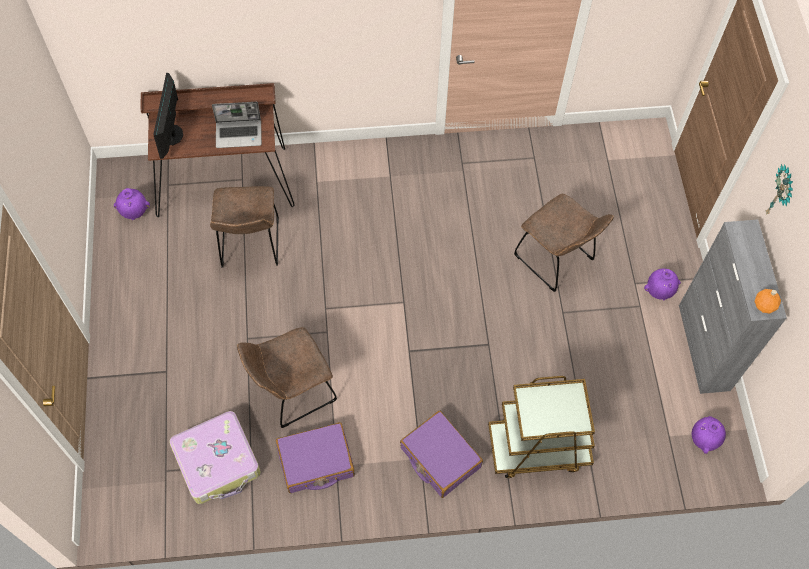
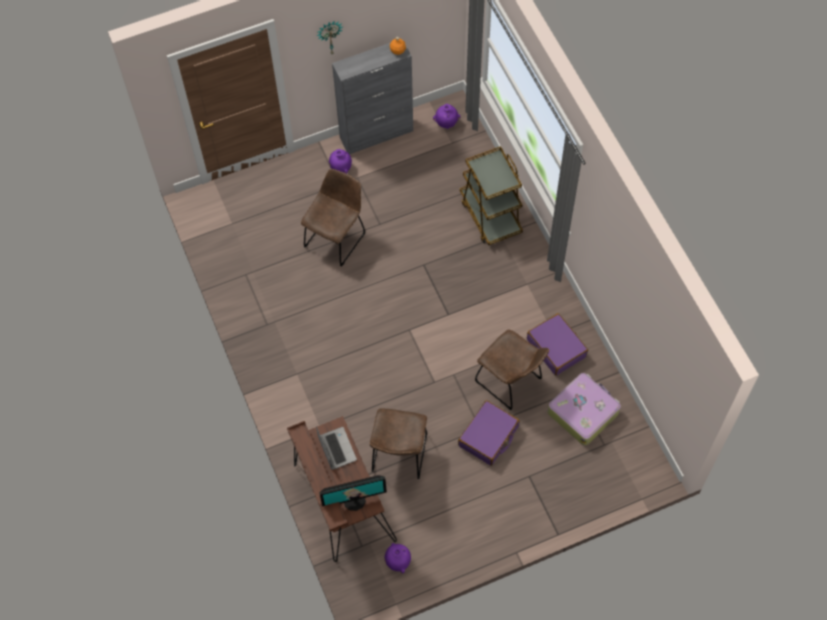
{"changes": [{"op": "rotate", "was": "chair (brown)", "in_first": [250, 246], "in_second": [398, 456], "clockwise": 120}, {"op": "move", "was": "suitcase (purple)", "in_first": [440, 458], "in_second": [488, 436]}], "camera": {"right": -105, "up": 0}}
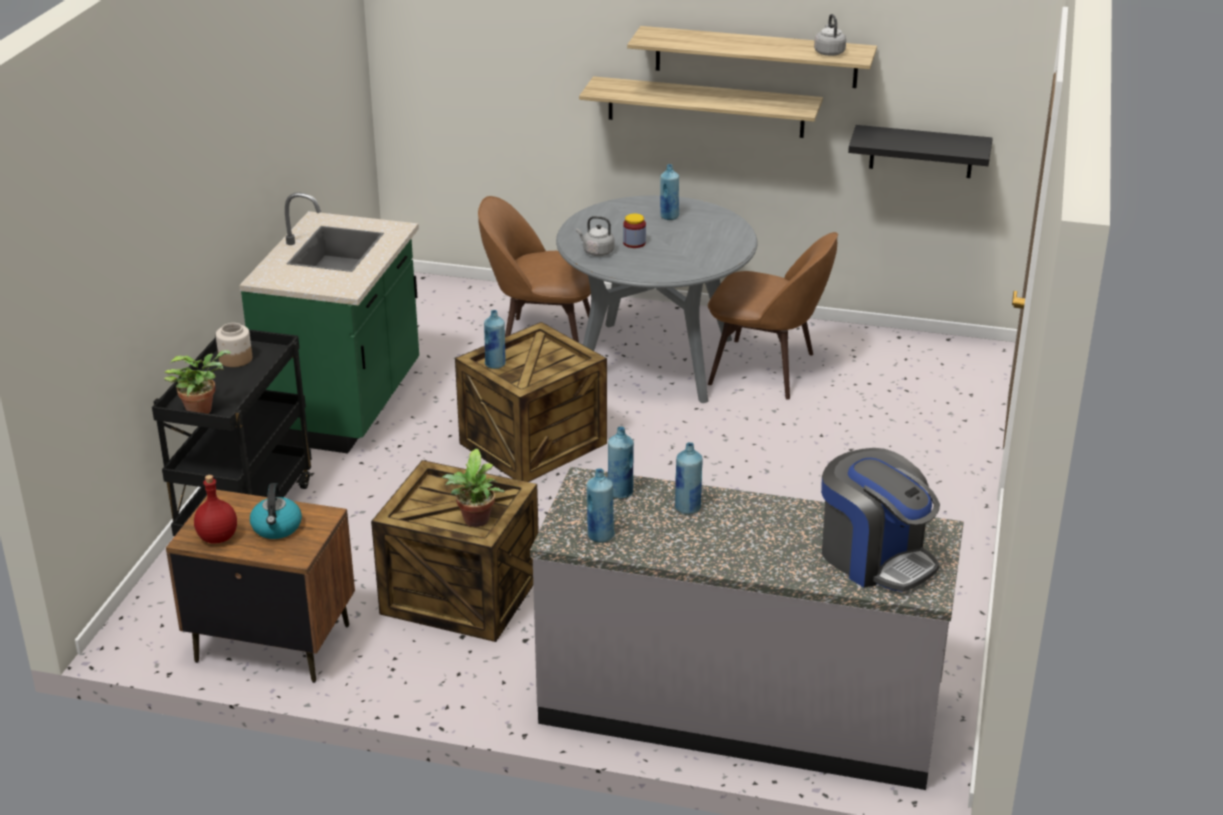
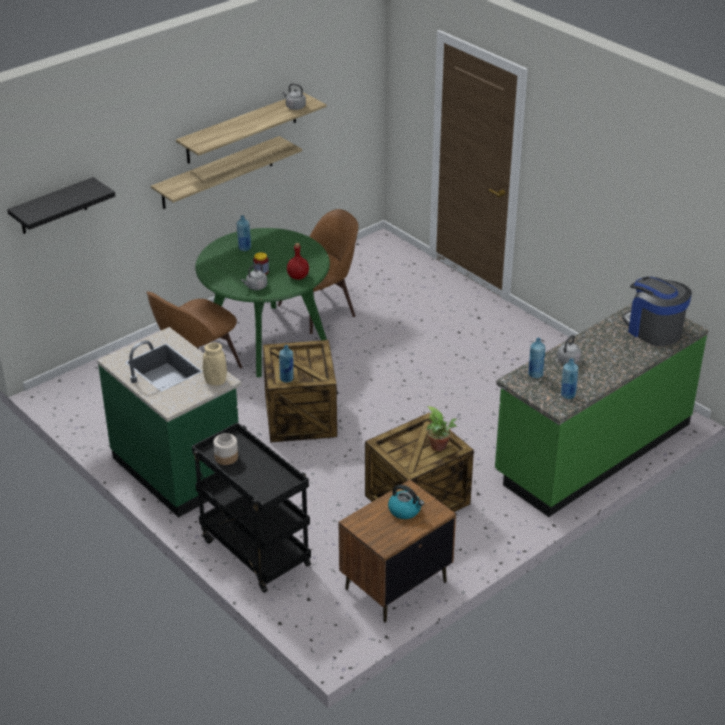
{"changes": [{"op": "move", "was": "shelf (black)", "in_first": [921, 151], "in_second": [53, 206]}, {"op": "recolor", "was": "dining table (grey)", "now": "dining table (green)", "in_first": [654, 361], "in_second": [266, 340]}, {"op": "insert", "now": "vase (beige)", "in_second": [215, 381]}, {"op": "move", "was": "bottle (red)", "in_first": [217, 538], "in_second": [298, 277]}, {"op": "recolor", "was": "counter (grey)", "now": "counter (green)", "in_first": [740, 709], "in_second": [592, 449]}, {"op": "replace", "was": "bottle (blue)", "now": "kettle (grey)", "in_first": [687, 508], "in_second": [567, 361]}, {"op": "rotate", "was": "coffee machine", "in_first": [875, 558], "in_second": [653, 330], "clockwise": -120}, {"op": "delete", "was": "potted plant", "in_first": [202, 409]}], "camera": {"right": -55, "up": 5}}
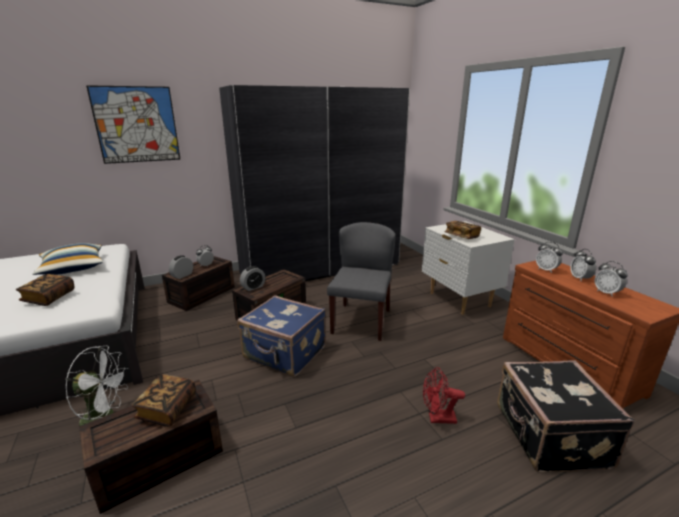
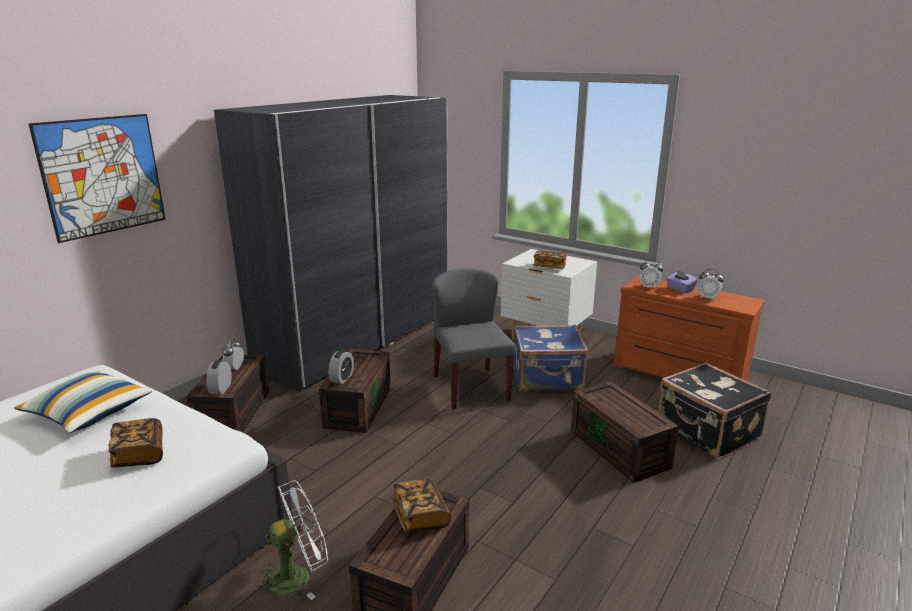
{"changes": [{"op": "move", "was": "suitcase (blue)", "in_first": [284, 354], "in_second": [547, 379]}, {"op": "replace", "was": "fan (red)", "now": "storage box (brown)", "in_first": [437, 418], "in_second": [621, 449]}, {"op": "replace", "was": "alarm clock", "now": "tissue box (purple)", "in_first": [580, 278], "in_second": [680, 289]}], "camera": {"right": -30, "up": 0}}
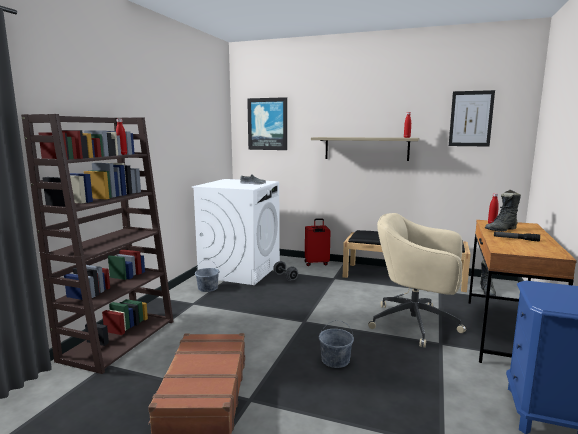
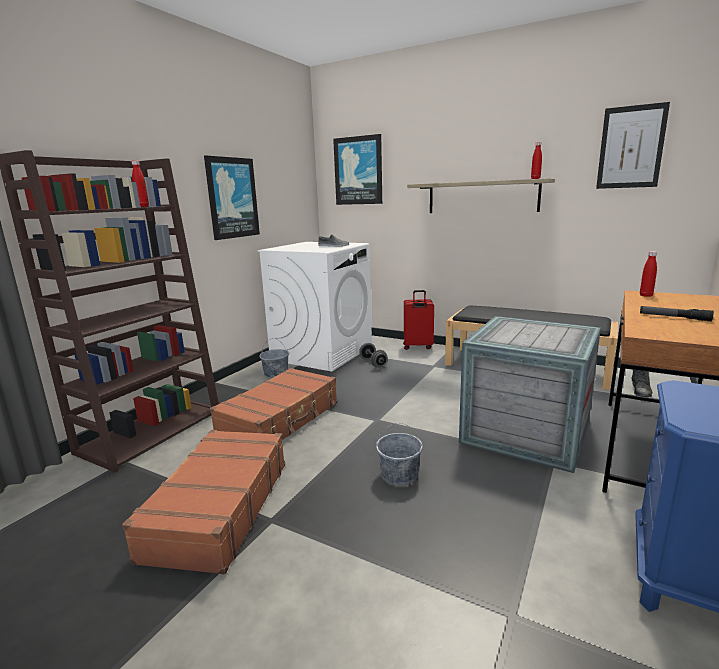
{"changes": [{"op": "insert", "now": "picture", "in_second": [232, 198]}, {"op": "insert", "now": "suitcase (brown)", "in_second": [280, 419]}, {"op": "replace", "was": "office chair (beige)", "now": "crate", "in_first": [417, 324], "in_second": [526, 431]}, {"op": "delete", "was": "boot (black)", "in_first": [502, 229]}], "camera": {"right": 10, "up": 5}}
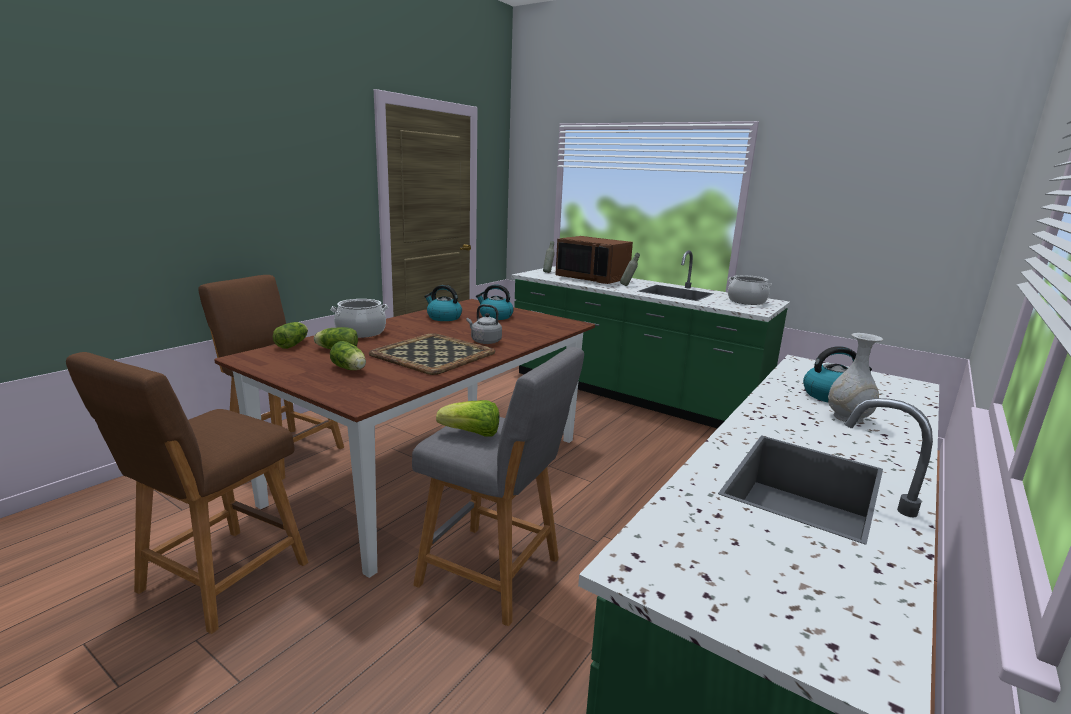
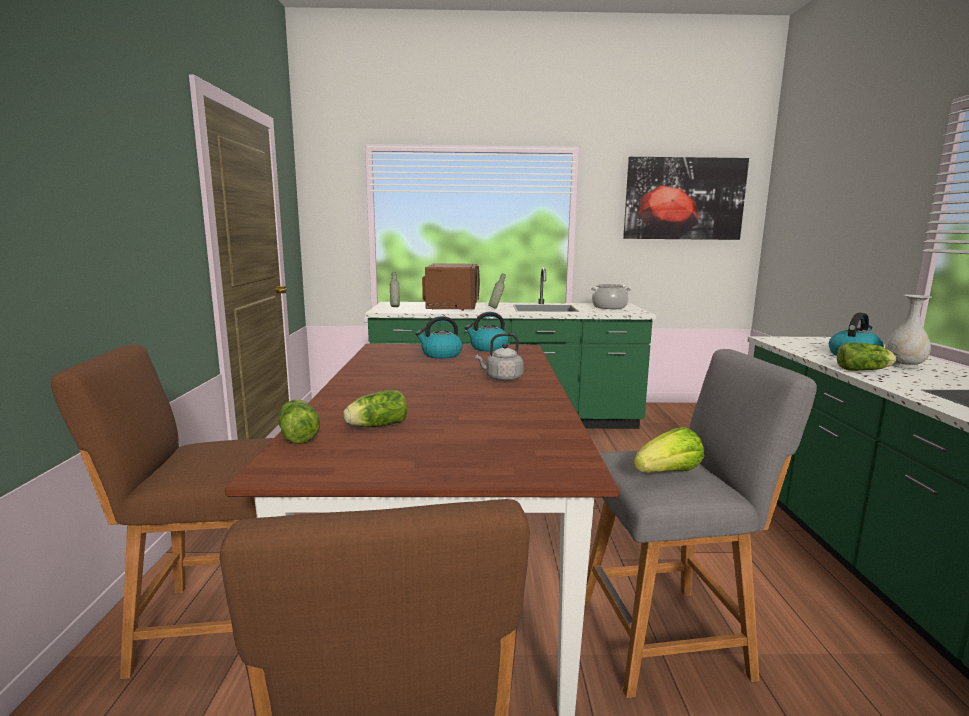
{"changes": [{"op": "rotate", "was": "microwave (brown)", "in_first": [593, 278], "in_second": [451, 306], "clockwise": -90}, {"op": "move", "was": "kettle", "in_first": [443, 317], "in_second": [488, 348]}, {"op": "insert", "now": "picture", "in_second": [684, 199]}, {"op": "move", "was": "lettuce", "in_first": [350, 369], "in_second": [864, 370]}, {"op": "delete", "was": "cooking pot", "in_first": [361, 332]}, {"op": "delete", "was": "tray", "in_first": [433, 353]}], "camera": {"right": -35, "up": -5}}
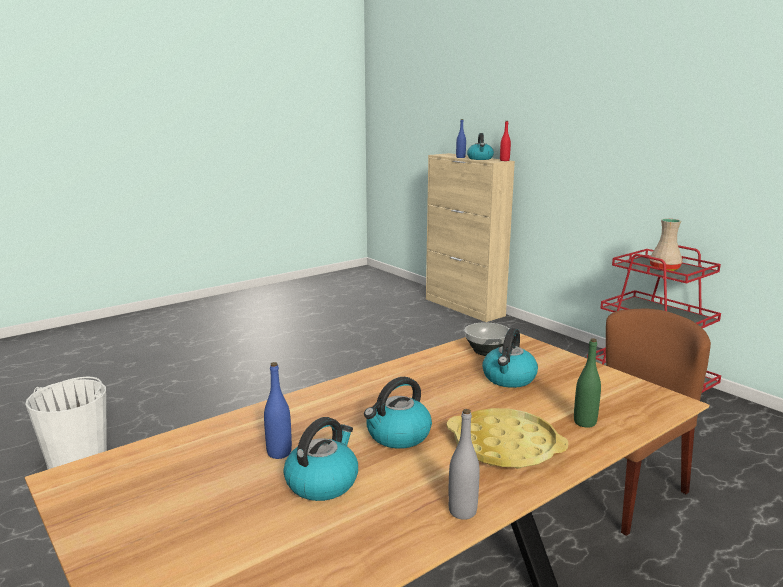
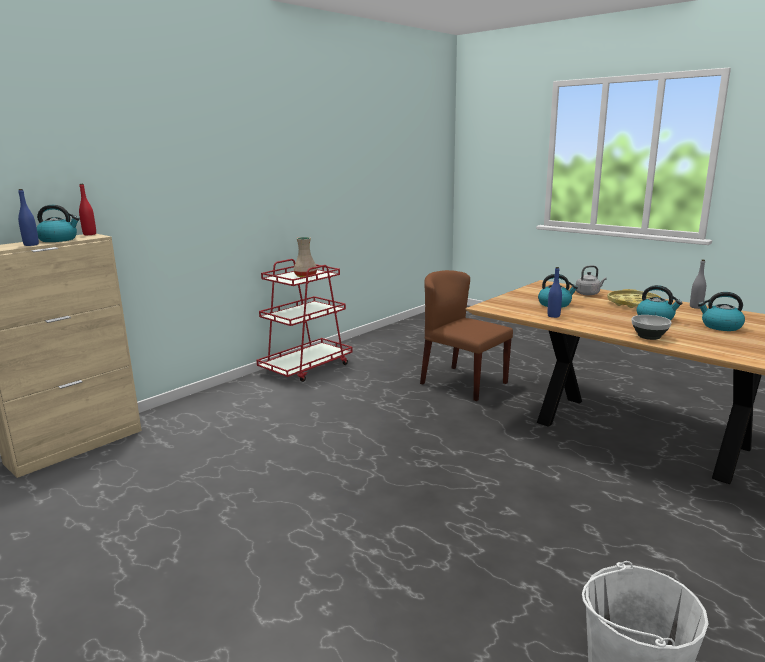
{"changes": [{"op": "move", "was": "bottle (blue)", "in_first": [279, 453], "in_second": [553, 316]}, {"op": "replace", "was": "bottle (green)", "now": "kettle (grey)", "in_first": [585, 422], "in_second": [588, 294]}, {"op": "move", "was": "bowl", "in_first": [487, 351], "in_second": [648, 336]}], "camera": {"right": -100, "up": 0}}
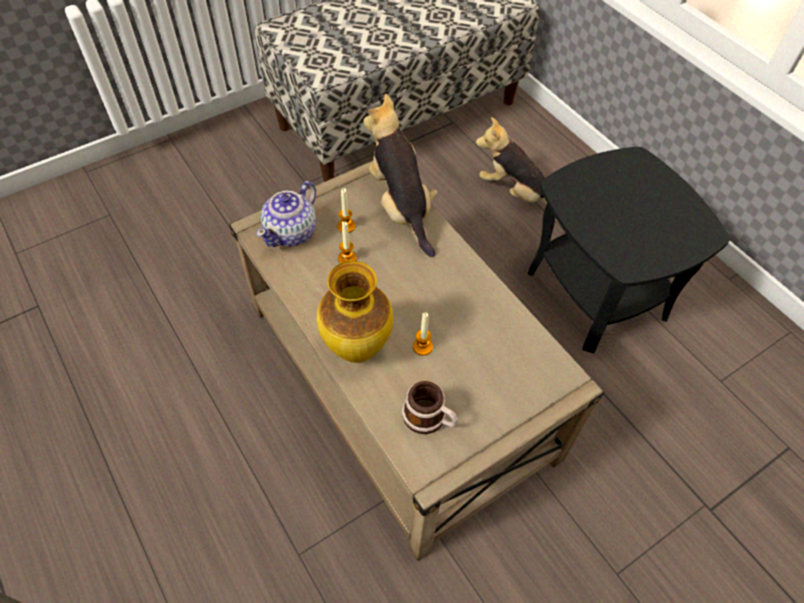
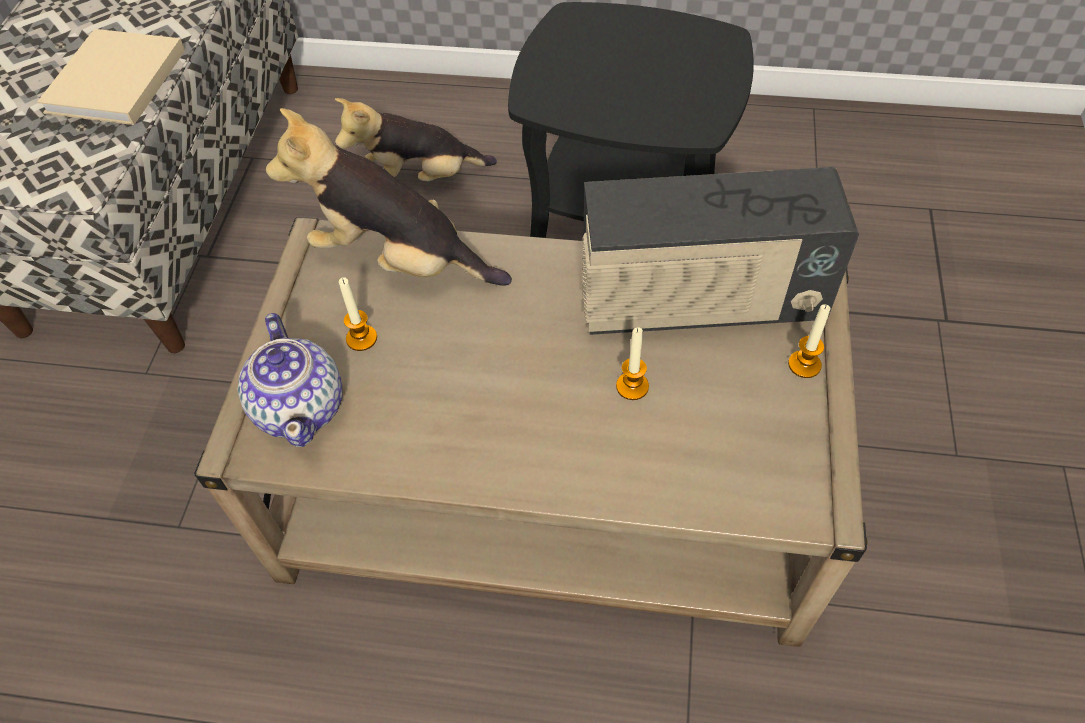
{"changes": [{"op": "insert", "now": "book (beige)", "in_second": [114, 83]}, {"op": "insert", "now": "radio", "in_second": [699, 303]}, {"op": "move", "was": "candle", "in_first": [347, 258], "in_second": [804, 365]}, {"op": "delete", "was": "vase", "in_first": [356, 350]}, {"op": "delete", "was": "mug", "in_first": [429, 418]}], "camera": {"right": -45, "up": 0}}
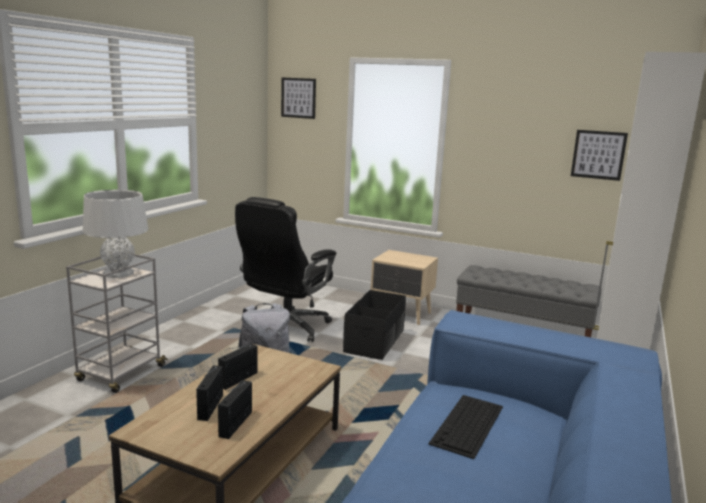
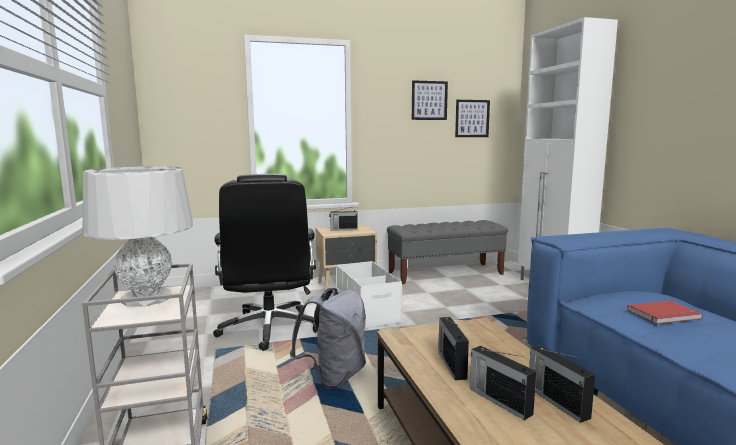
{"changes": [{"op": "insert", "now": "radio", "in_second": [343, 229]}, {"op": "recolor", "was": "storage box (black)", "now": "storage box (white)", "in_first": [375, 341], "in_second": [367, 312]}, {"op": "move", "was": "picture", "in_first": [298, 98], "in_second": [429, 100]}, {"op": "replace", "was": "keyboard", "now": "book (red)", "in_first": [468, 425], "in_second": [665, 315]}], "camera": {"right": -40, "up": -5}}
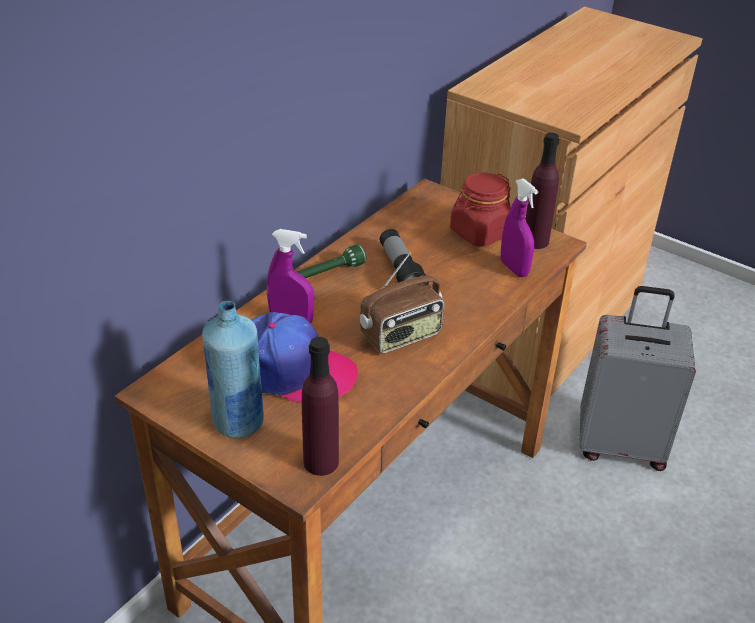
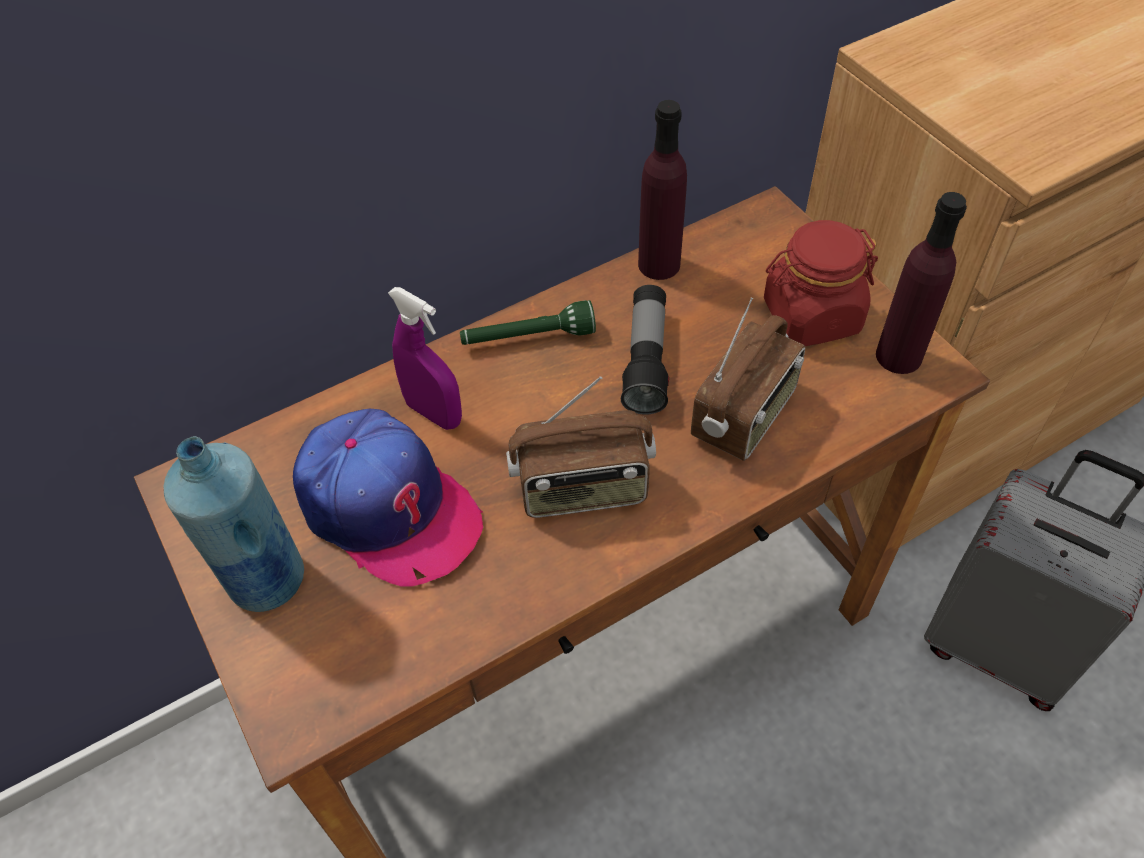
{"changes": [{"op": "move", "was": "bottle (purple)", "in_first": [321, 462], "in_second": [659, 264]}, {"op": "insert", "now": "radio", "in_second": [745, 416]}, {"op": "delete", "was": "spray bottle (purple)", "in_first": [514, 268]}], "camera": {"right": 25, "up": 15}}
